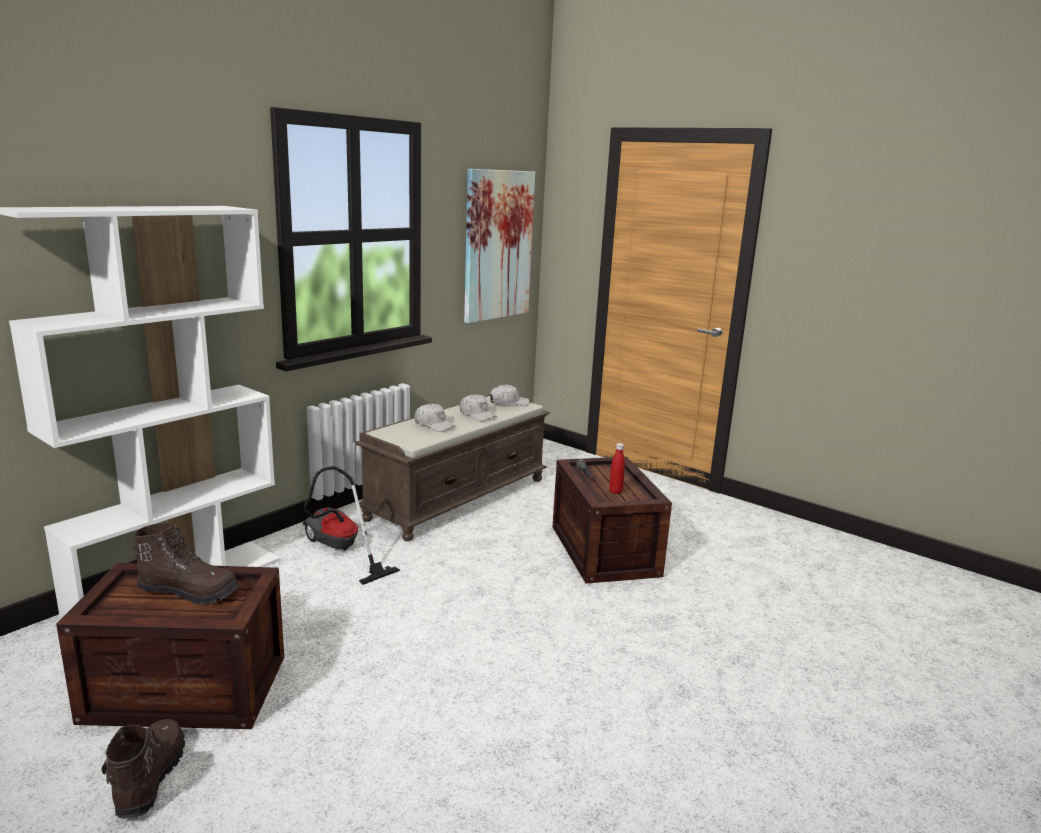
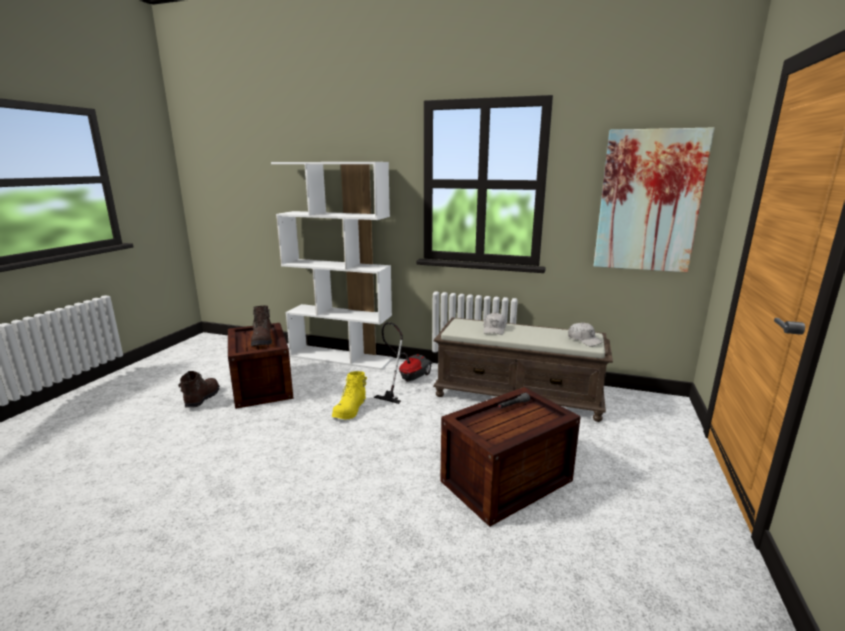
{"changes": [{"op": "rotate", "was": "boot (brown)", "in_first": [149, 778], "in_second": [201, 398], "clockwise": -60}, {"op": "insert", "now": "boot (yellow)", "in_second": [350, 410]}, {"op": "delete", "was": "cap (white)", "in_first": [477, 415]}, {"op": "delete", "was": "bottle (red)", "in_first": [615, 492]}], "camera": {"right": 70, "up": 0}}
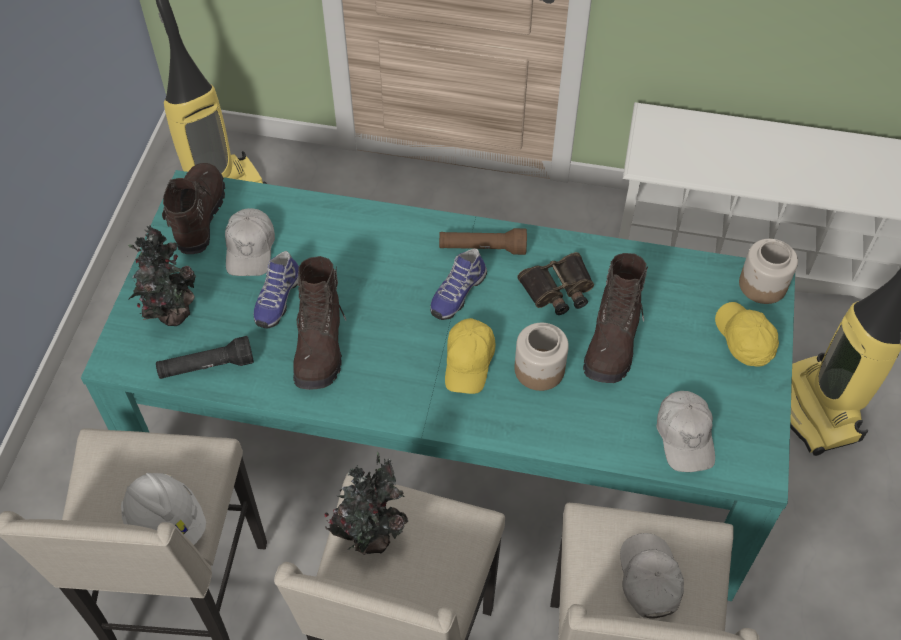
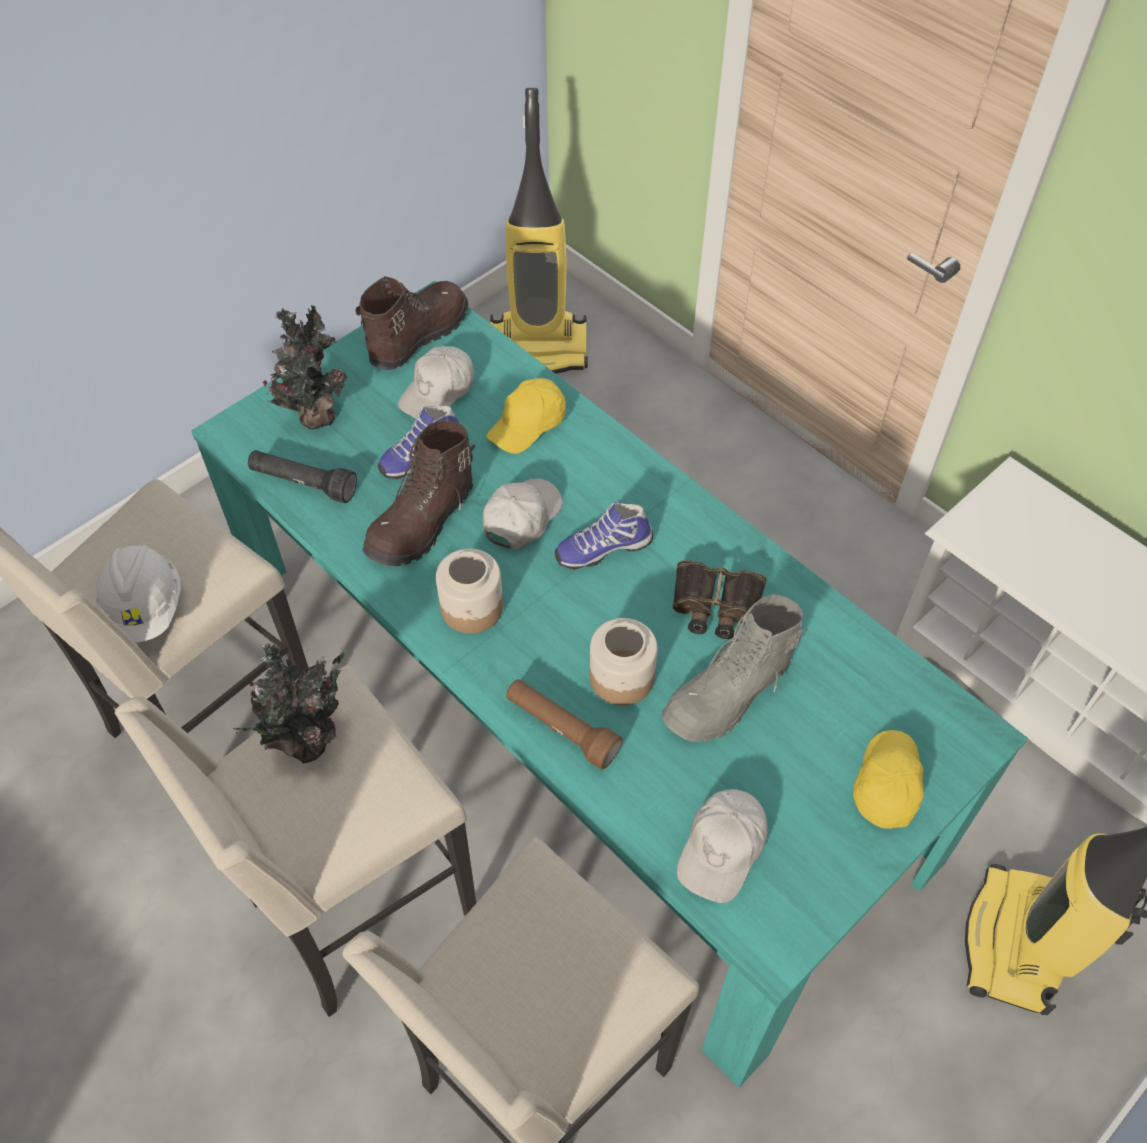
{"changes": [{"op": "move", "was": "jar", "in_first": [763, 285], "in_second": [472, 608]}, {"op": "move", "was": "cap (white)", "in_first": [649, 579], "in_second": [521, 518]}, {"op": "move", "was": "cap (yellow)", "in_first": [469, 362], "in_second": [528, 425]}, {"op": "move", "was": "flashlight (brown)", "in_first": [482, 249], "in_second": [561, 729]}, {"op": "recolor", "was": "boot (brown)", "now": "boot (grey)", "in_first": [613, 341], "in_second": [729, 695]}], "camera": {"right": 35, "up": 0}}
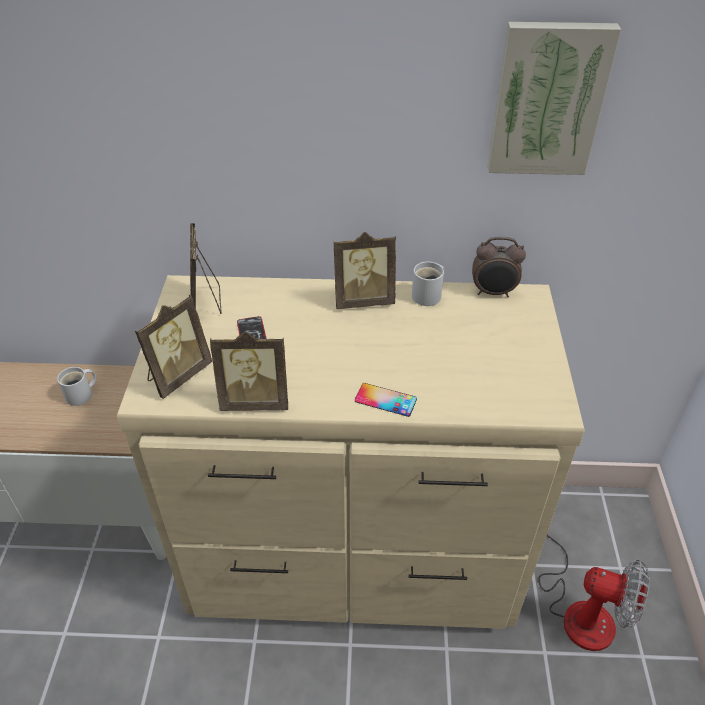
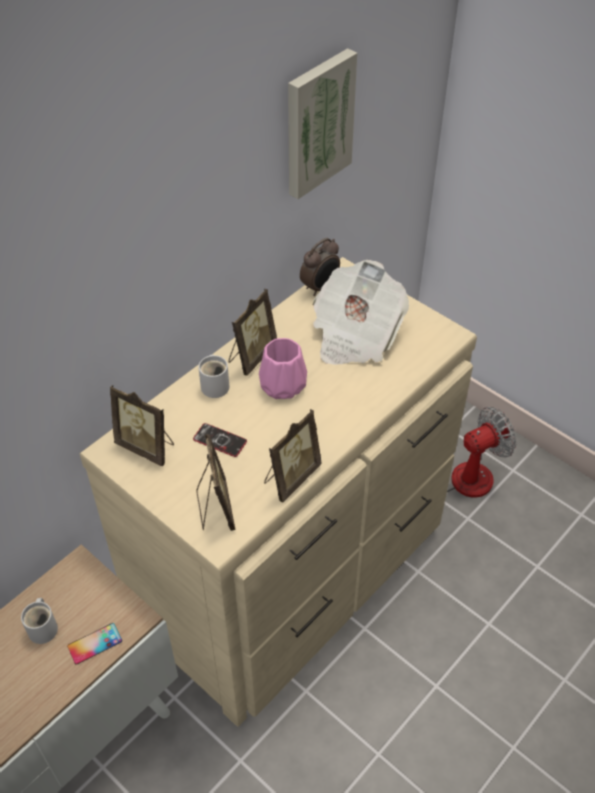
{"changes": [{"op": "move", "was": "phone", "in_first": [385, 400], "in_second": [95, 643]}, {"op": "move", "was": "mug (white)", "in_first": [429, 295], "in_second": [216, 385]}, {"op": "insert", "now": "vase (pink)", "in_second": [283, 386]}, {"op": "insert", "now": "newspaper", "in_second": [355, 334]}], "camera": {"right": -50, "up": 5}}
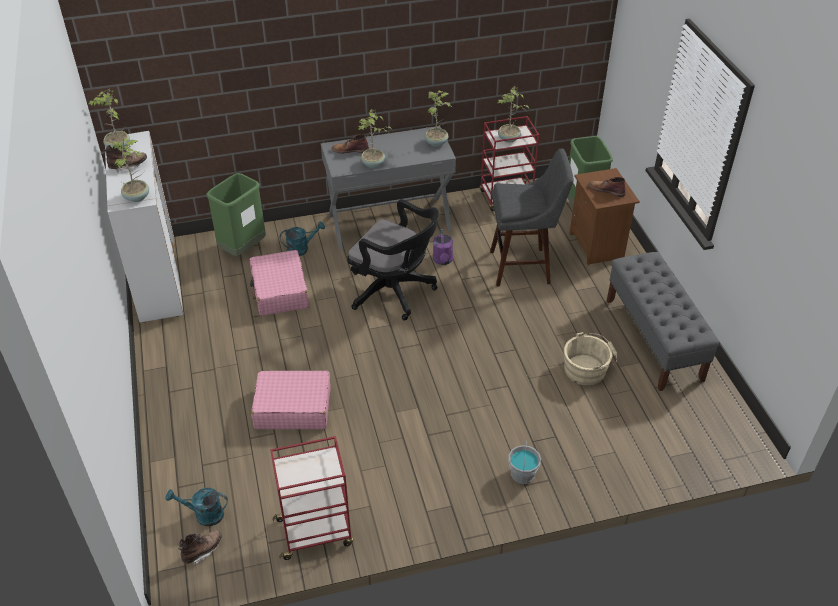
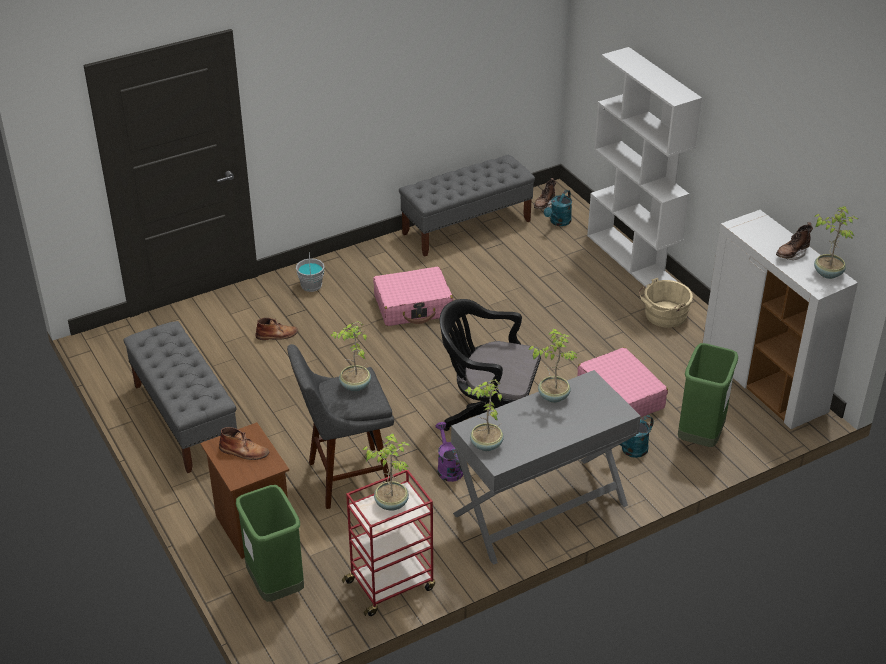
{"changes": [{"op": "move", "was": "boot (brown)", "in_first": [350, 150], "in_second": [277, 335]}, {"op": "move", "was": "potted plant", "in_first": [137, 197], "in_second": [354, 386]}, {"op": "move", "was": "suitcase (pink)", "in_first": [292, 408], "in_second": [413, 306]}, {"op": "replace", "was": "cart (red)", "now": "bench (grey)", "in_first": [315, 531], "in_second": [467, 227]}, {"op": "rotate", "was": "watering can (turquoise)", "in_first": [204, 515], "in_second": [558, 222], "clockwise": 135}, {"op": "insert", "now": "bookcase (white)", "in_second": [632, 259]}, {"op": "move", "was": "bucket (beige)", "in_first": [587, 369], "in_second": [663, 315]}], "camera": {"right": 165, "up": -5}}
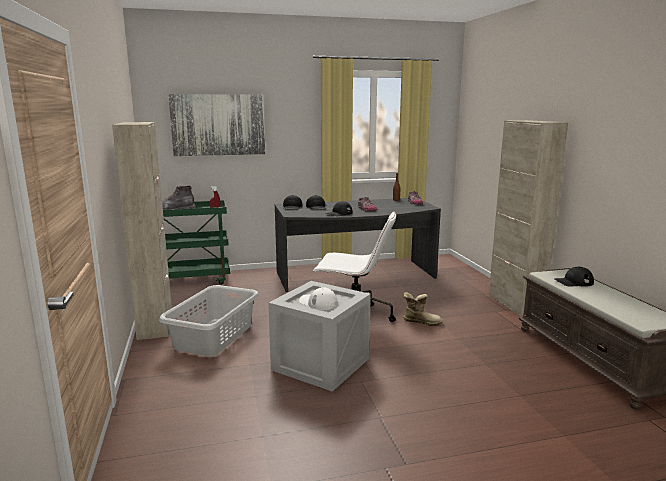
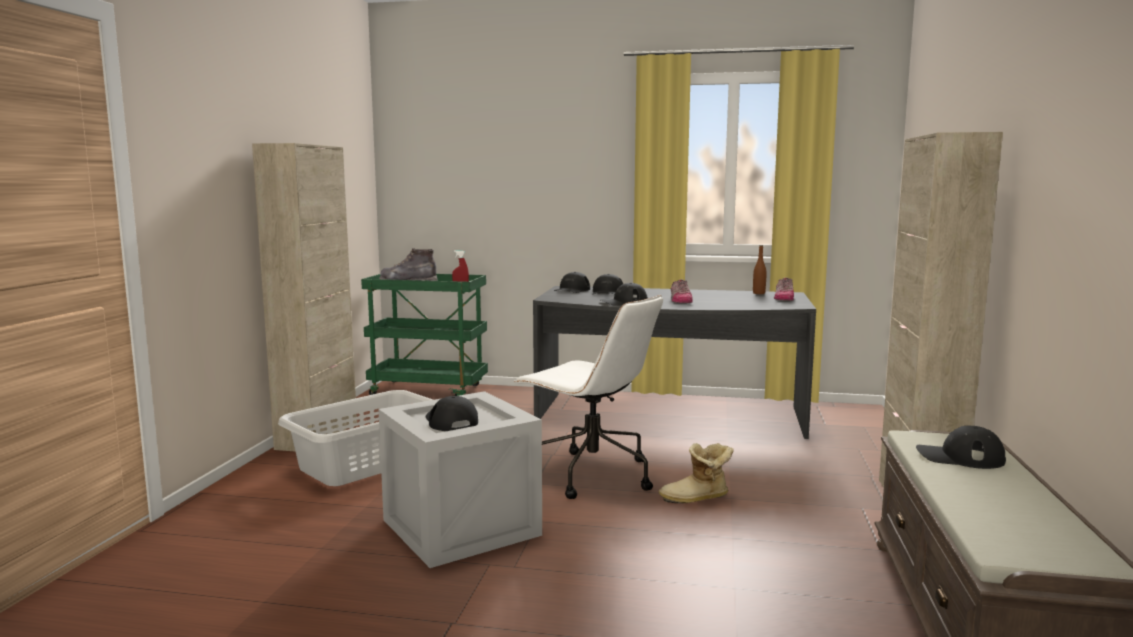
{"changes": [{"op": "recolor", "was": "cap (white)", "now": "cap (black)", "in_first": [318, 303], "in_second": [450, 421]}, {"op": "rotate", "was": "boot", "in_first": [421, 321], "in_second": [696, 499], "clockwise": 135}, {"op": "delete", "was": "picture", "in_first": [218, 125]}], "camera": {"right": 25, "up": -5}}
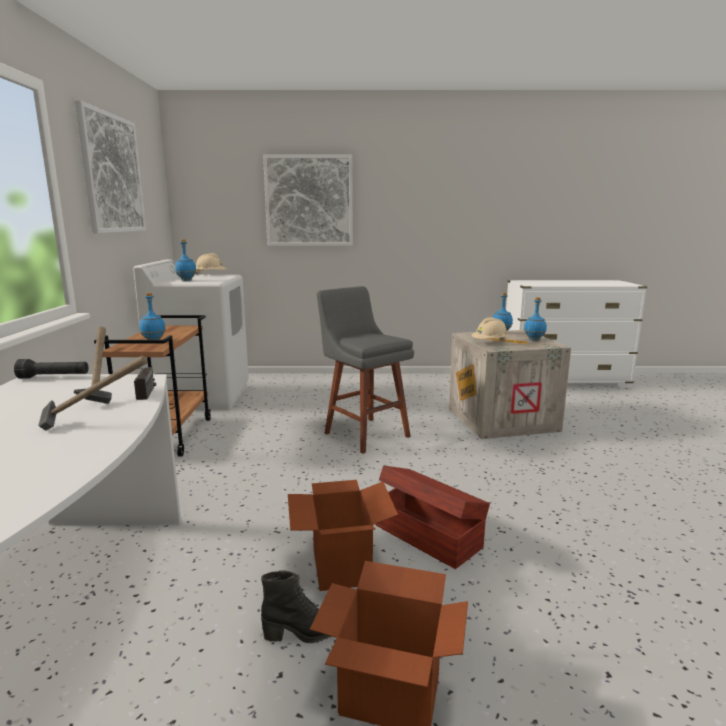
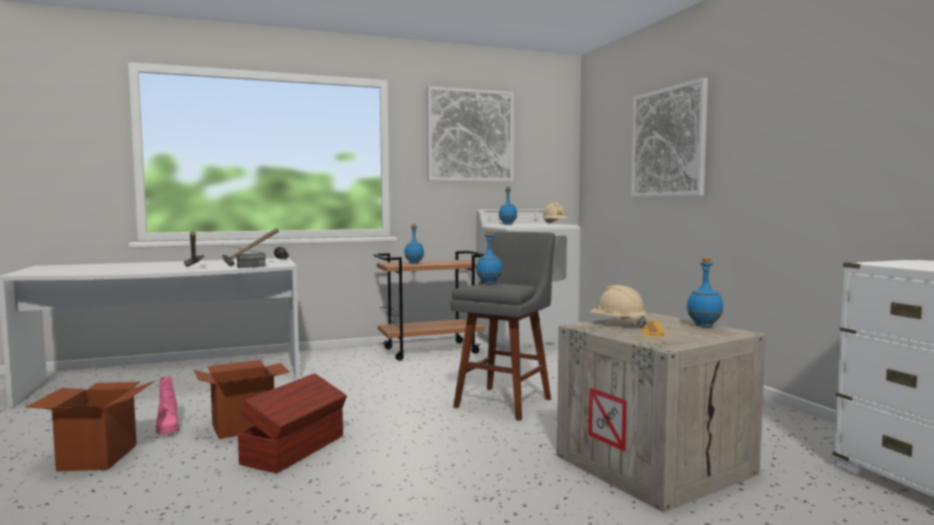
{"changes": [{"op": "recolor", "was": "boot (black)", "now": "boot (pink)", "in_first": [303, 633], "in_second": [167, 428]}, {"op": "move", "was": "bottle (blue)", "in_first": [534, 339], "in_second": [488, 284]}], "camera": {"right": 70, "up": -10}}
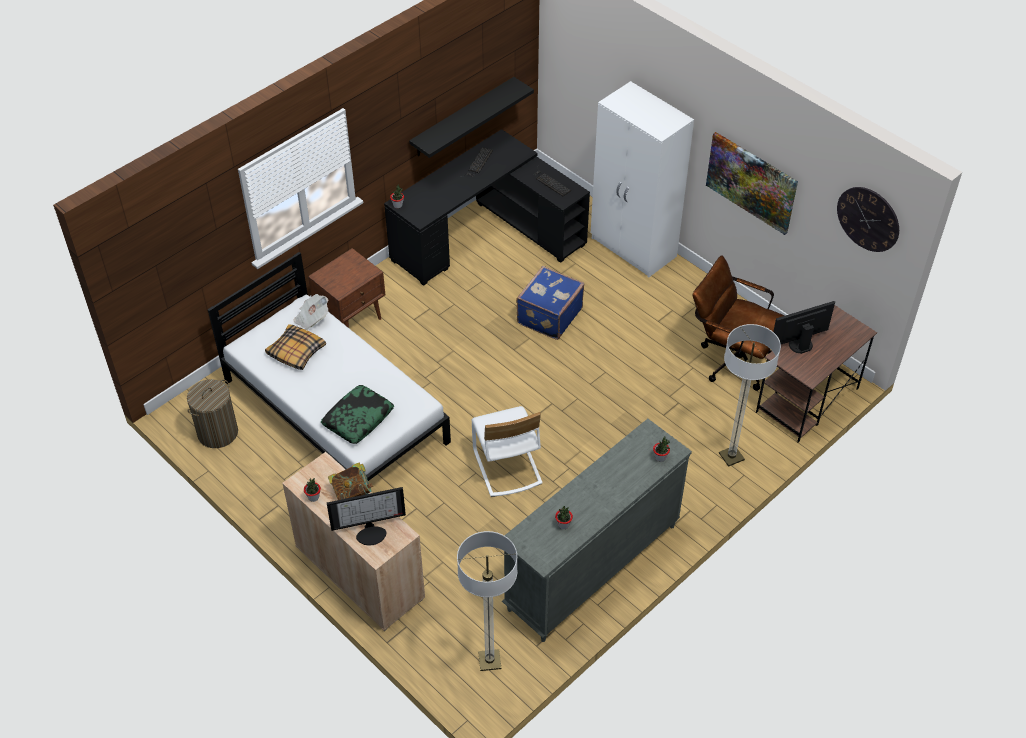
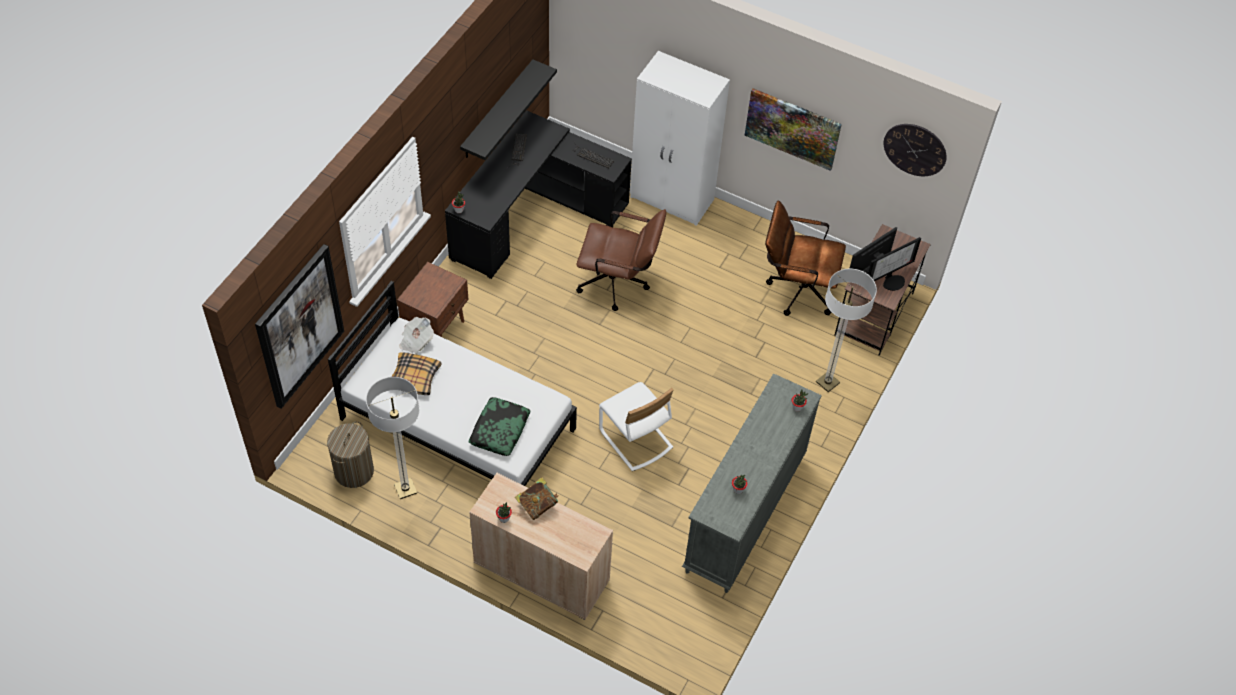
{"changes": [{"op": "insert", "now": "picture", "in_second": [299, 326]}, {"op": "move", "was": "floor lamp", "in_first": [489, 661], "in_second": [405, 489]}, {"op": "replace", "was": "suitcase (blue)", "now": "office chair (brown)", "in_first": [548, 315], "in_second": [619, 283]}, {"op": "move", "was": "monitor", "in_first": [371, 532], "in_second": [892, 280]}], "camera": {"right": -20, "up": 5}}
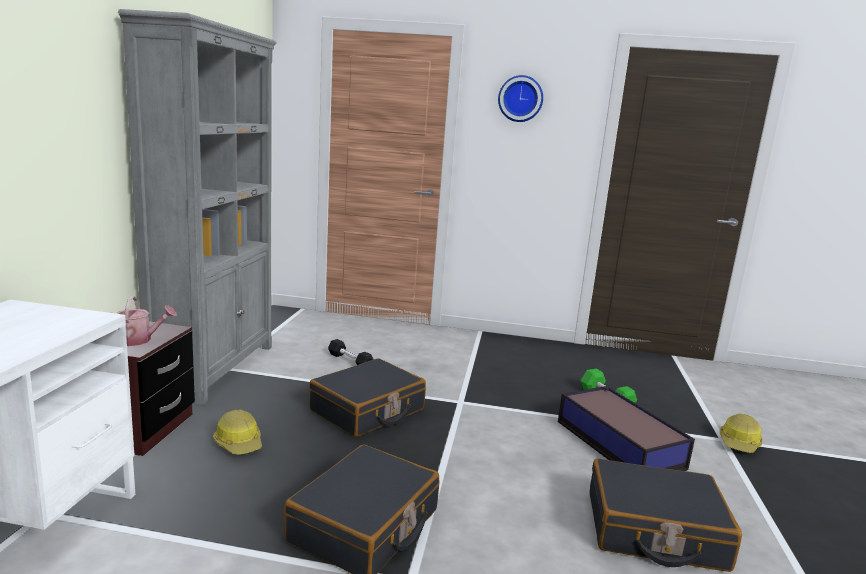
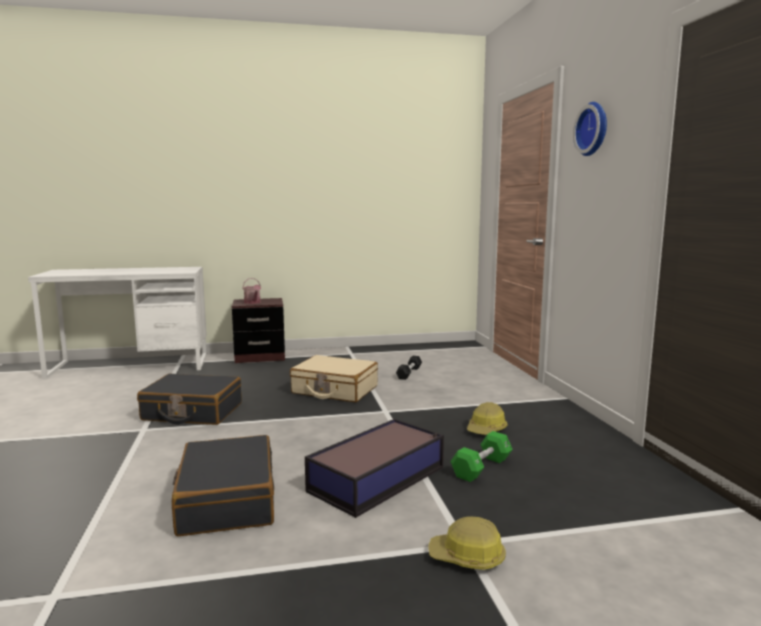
{"changes": [{"op": "recolor", "was": "suitcase (black)", "now": "suitcase (beige)", "in_first": [368, 410], "in_second": [334, 390]}, {"op": "move", "was": "hard hat", "in_first": [239, 443], "in_second": [486, 429]}, {"op": "delete", "was": "bookcase (grey)", "in_first": [215, 368]}], "camera": {"right": 70, "up": -5}}
